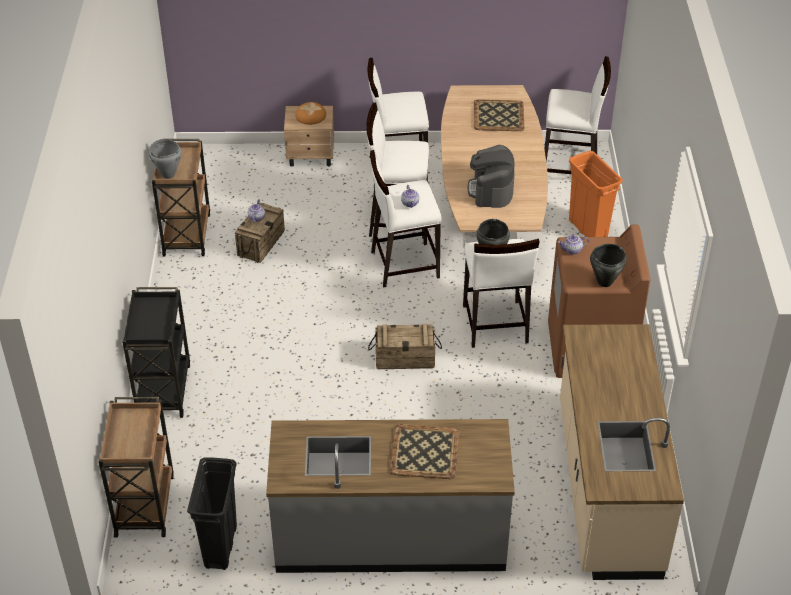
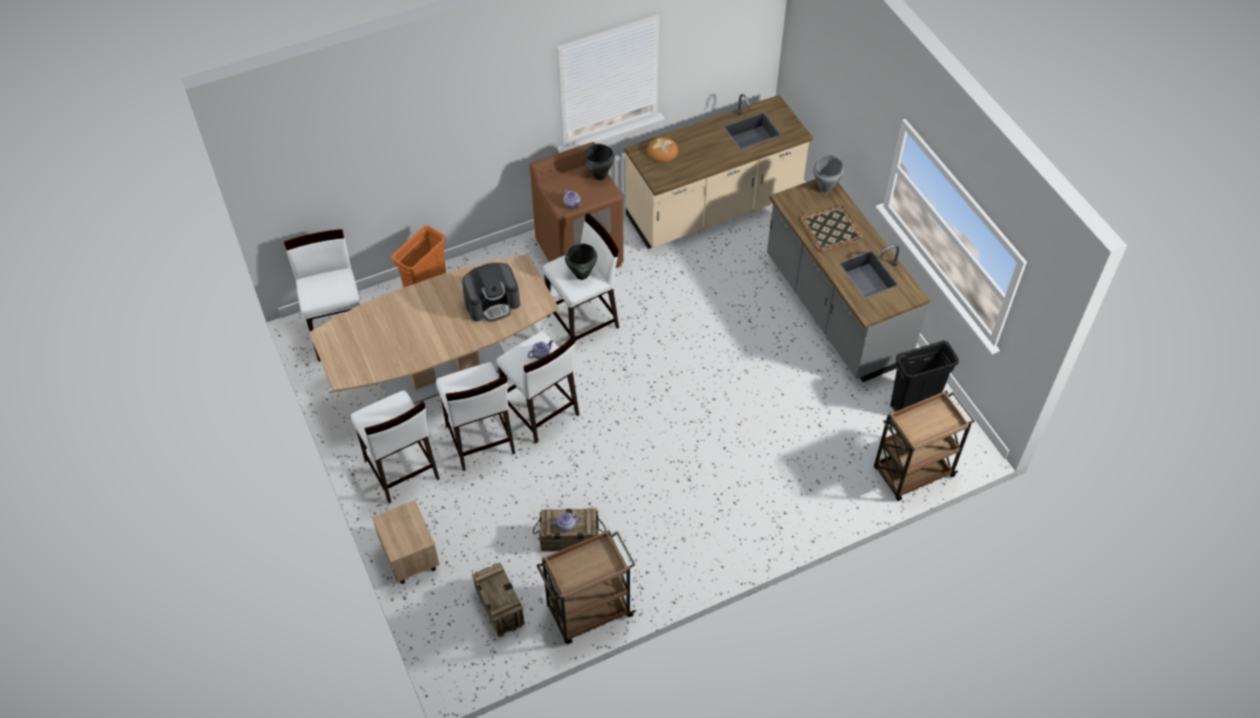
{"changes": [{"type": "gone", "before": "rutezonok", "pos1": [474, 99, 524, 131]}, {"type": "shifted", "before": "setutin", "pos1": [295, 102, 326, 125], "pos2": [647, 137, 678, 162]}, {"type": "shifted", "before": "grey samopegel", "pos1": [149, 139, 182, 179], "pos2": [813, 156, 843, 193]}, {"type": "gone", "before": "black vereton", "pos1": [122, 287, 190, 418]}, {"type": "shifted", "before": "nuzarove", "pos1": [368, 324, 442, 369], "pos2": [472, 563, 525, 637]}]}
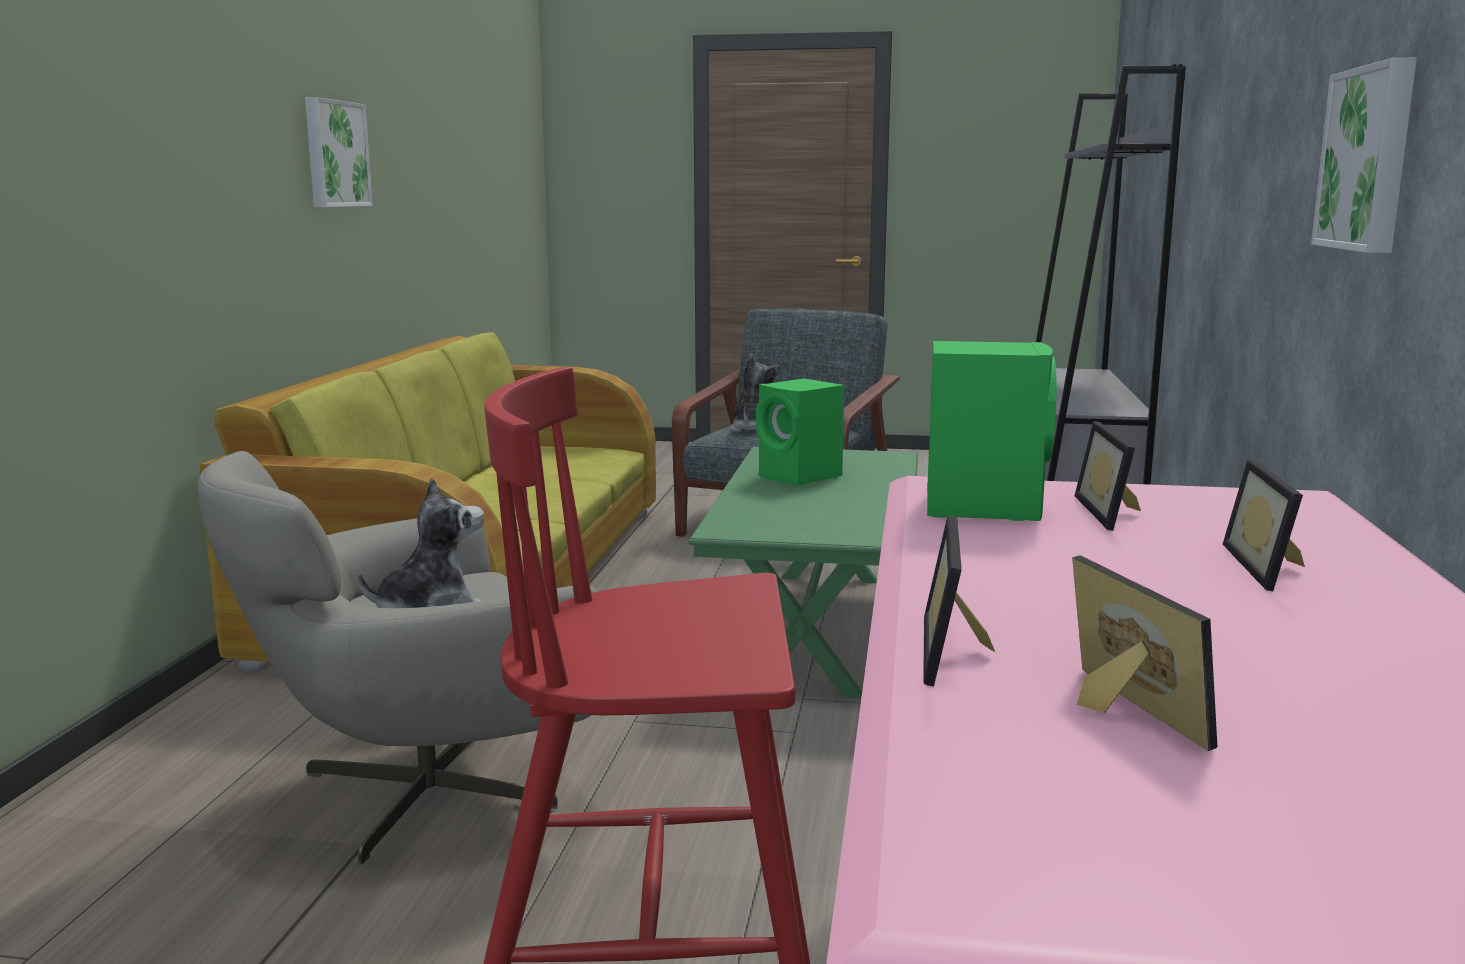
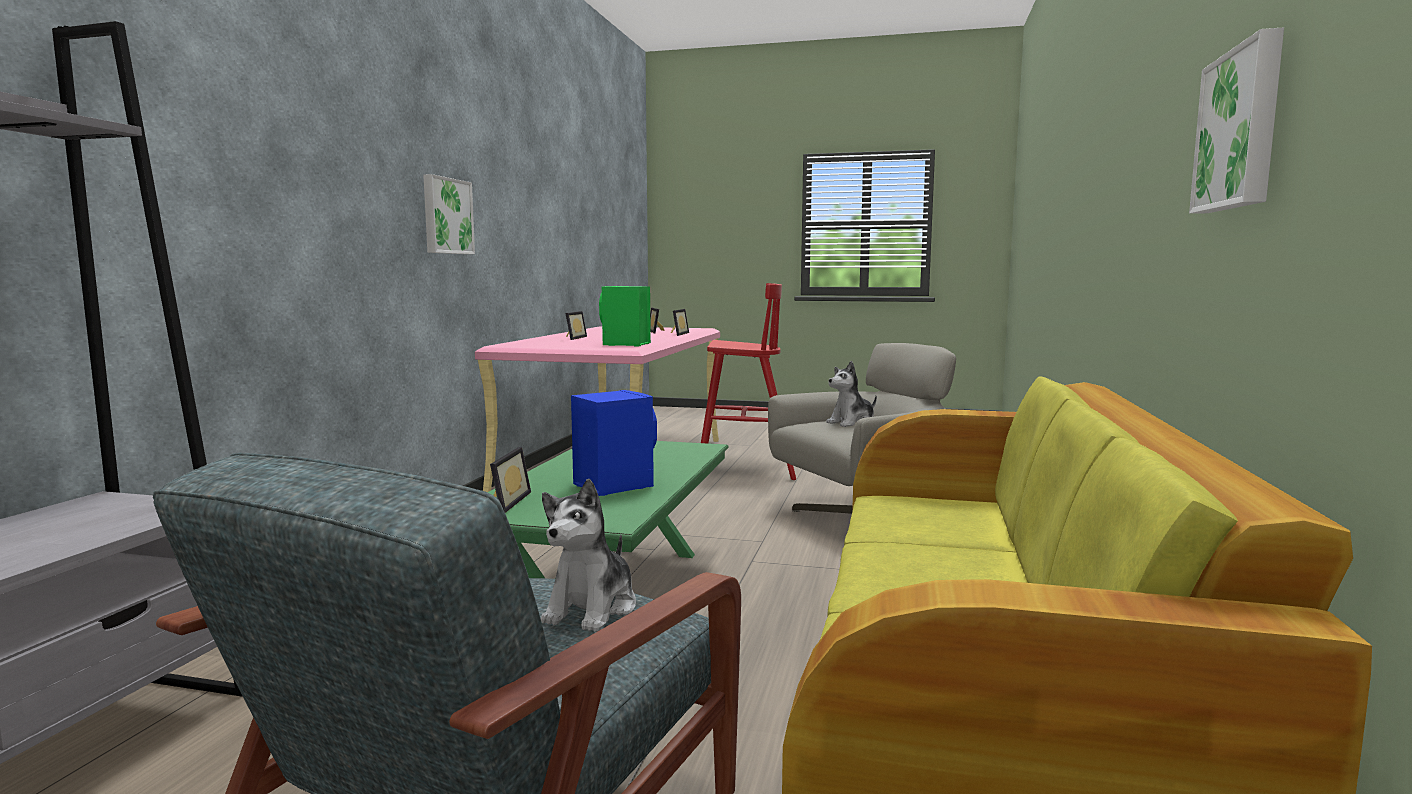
{"changes": [{"type": "repainted", "before": "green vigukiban", "after": "blue vigukiban", "pos1": [756, 378, 844, 486], "pos2": [571, 390, 657, 496]}, {"type": "shifted", "before": "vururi", "pos1": [1074, 421, 1141, 531], "pos2": [490, 447, 531, 513]}]}
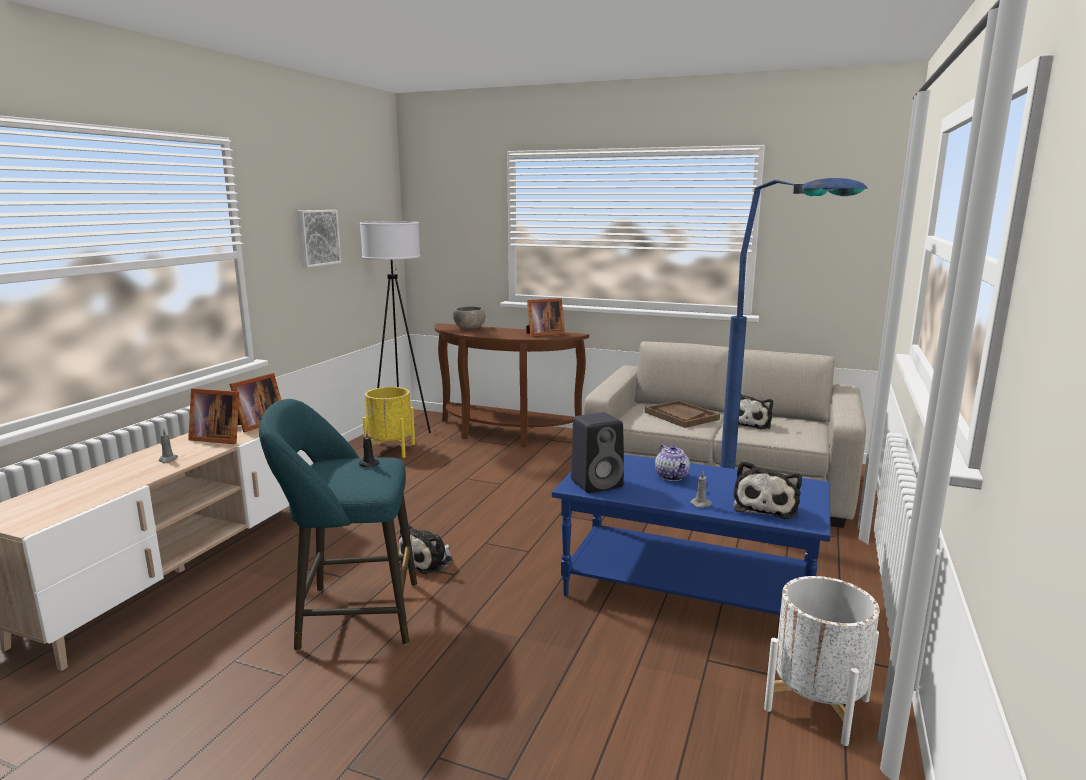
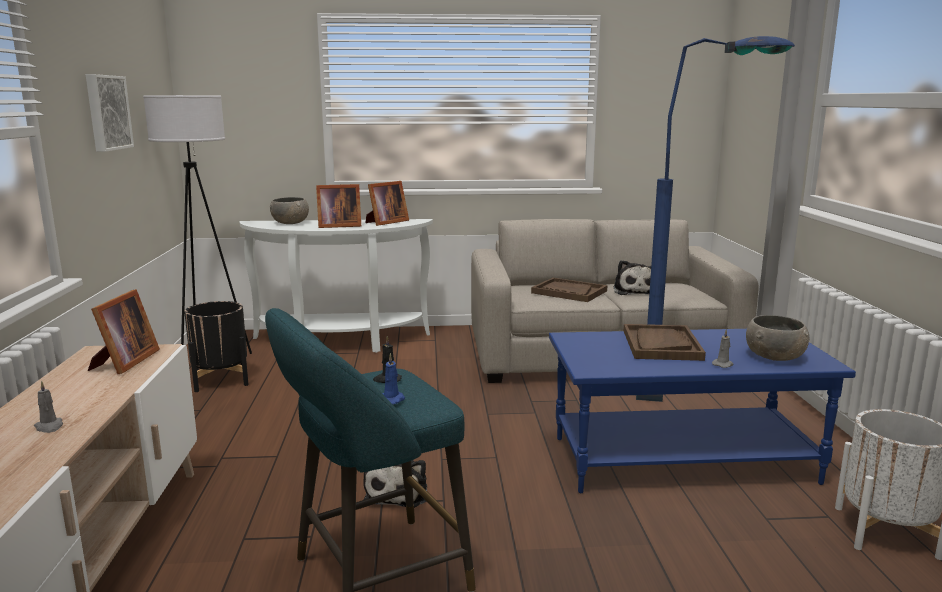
{"changes": [{"type": "repainted", "before": "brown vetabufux", "after": "white vetabufux", "pos1": [435, 323, 589, 447], "pos2": [239, 219, 433, 353]}, {"type": "repainted", "before": "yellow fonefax", "after": "black fonefax", "pos1": [363, 387, 415, 458], "pos2": [184, 301, 249, 392]}, {"type": "shifted", "before": "vururi", "pos1": [188, 388, 239, 444], "pos2": [316, 184, 361, 228]}, {"type": "gone", "before": "black vigukiban", "pos1": [571, 412, 624, 493]}, {"type": "swapped", "before": "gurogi", "after": "brown rutezonok", "pos1": [655, 444, 690, 481], "pos2": [624, 324, 706, 361]}, {"type": "swapped", "before": "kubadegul", "after": "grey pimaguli", "pos1": [733, 461, 802, 519], "pos2": [746, 315, 809, 361]}, {"type": "new", "after": "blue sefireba", "pos2": [383, 353, 405, 404]}]}
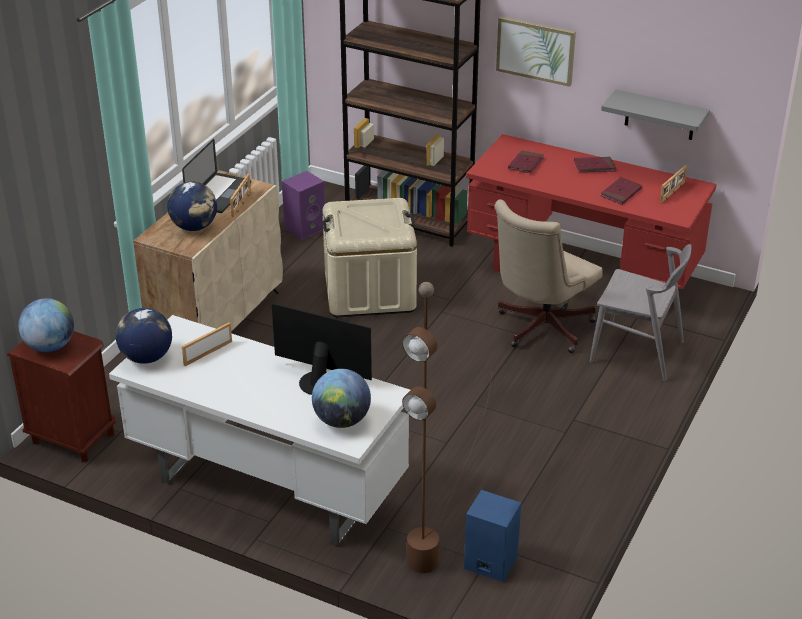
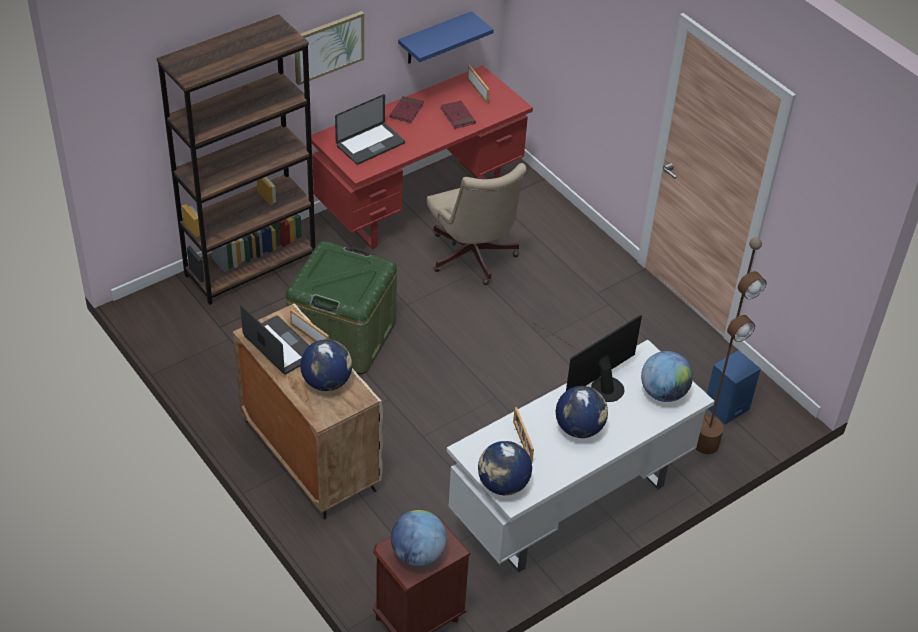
{"changes": [{"type": "repainted", "before": "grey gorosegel", "after": "blue gorosegel", "pos1": [601, 89, 710, 140], "pos2": [398, 11, 494, 64]}, {"type": "swapped", "before": "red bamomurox", "after": "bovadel", "pos1": [508, 150, 544, 173], "pos2": [335, 94, 405, 165]}, {"type": "gone", "before": "purple vigukiban", "pos1": [282, 171, 325, 240]}, {"type": "repainted", "before": "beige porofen", "after": "green porofen", "pos1": [323, 198, 417, 317], "pos2": [285, 241, 397, 374]}, {"type": "gone", "before": "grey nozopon", "pos1": [589, 244, 691, 381]}, {"type": "new", "after": "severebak", "pos2": [556, 386, 608, 438]}]}
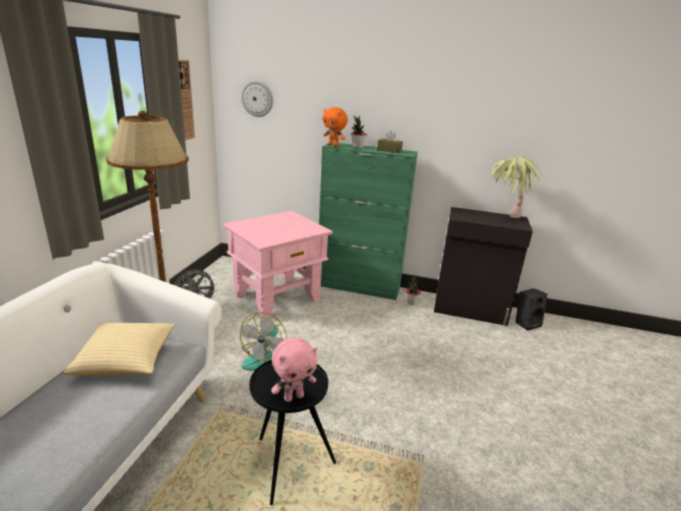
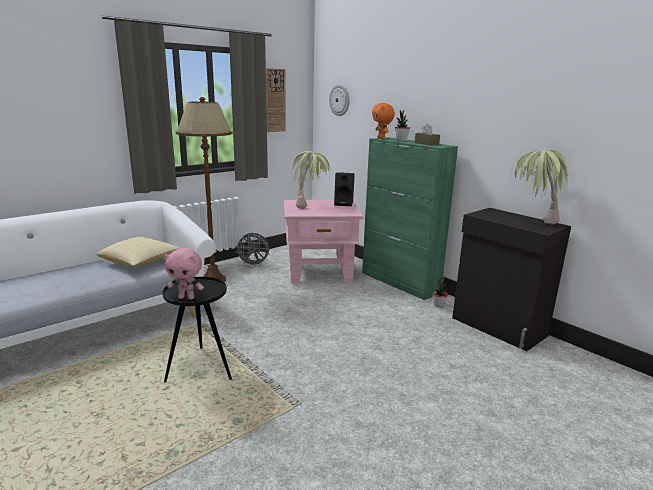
{"changes": [{"type": "shifted", "before": "black vigukiban", "pos1": [515, 288, 547, 331], "pos2": [334, 172, 355, 206]}, {"type": "gone", "before": "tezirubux", "pos1": [240, 312, 287, 371]}, {"type": "new", "after": "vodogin", "pos2": [290, 151, 330, 209]}]}
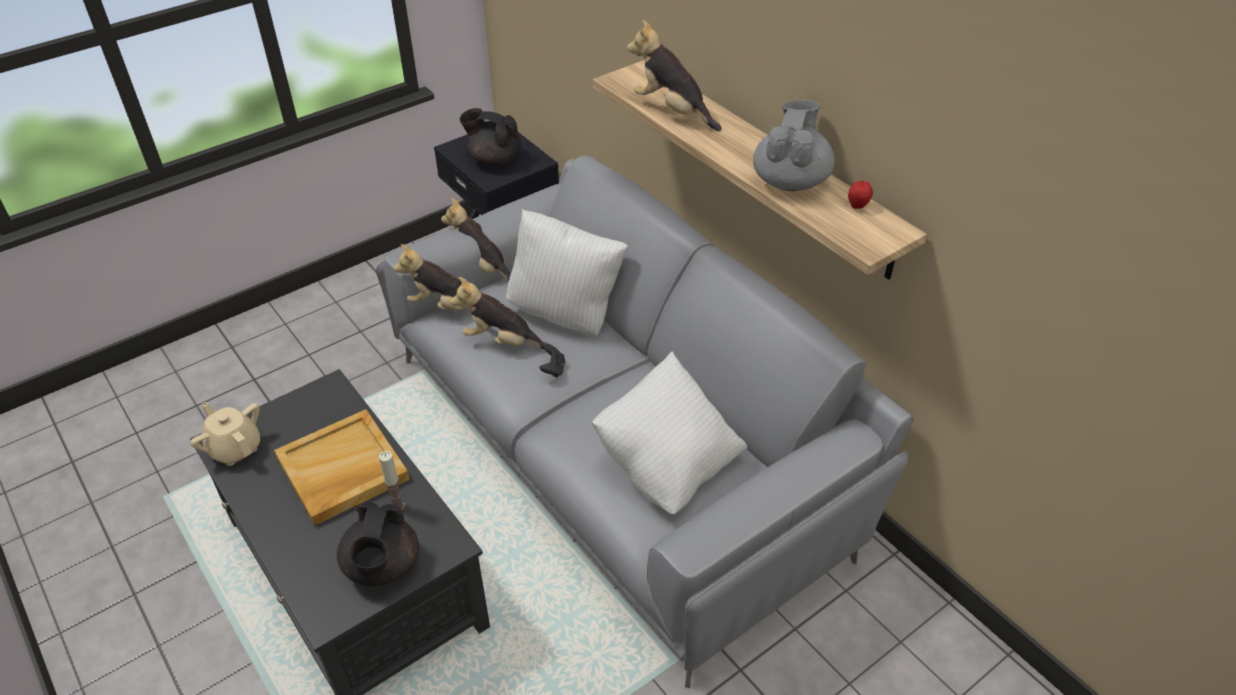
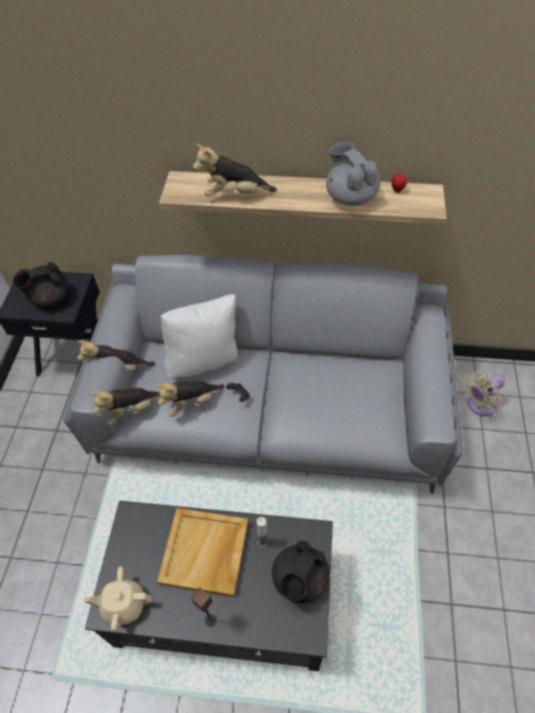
{"changes": [{"type": "gone", "before": "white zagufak", "pos1": [592, 351, 747, 514]}, {"type": "rotated", "before": "black gurogi", "pos1": [337, 501, 419, 586], "pos2": [272, 540, 329, 604], "turn": 75}, {"type": "new", "after": "beige tezirubux", "pos2": [465, 372, 505, 416]}, {"type": "new", "after": "vigukiban", "pos2": [191, 587, 217, 627]}]}
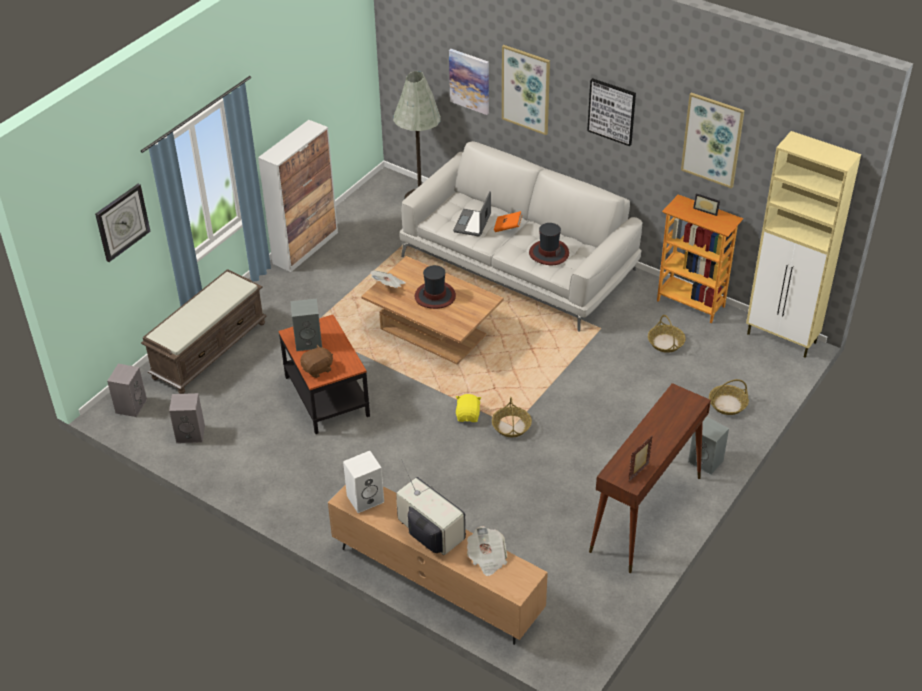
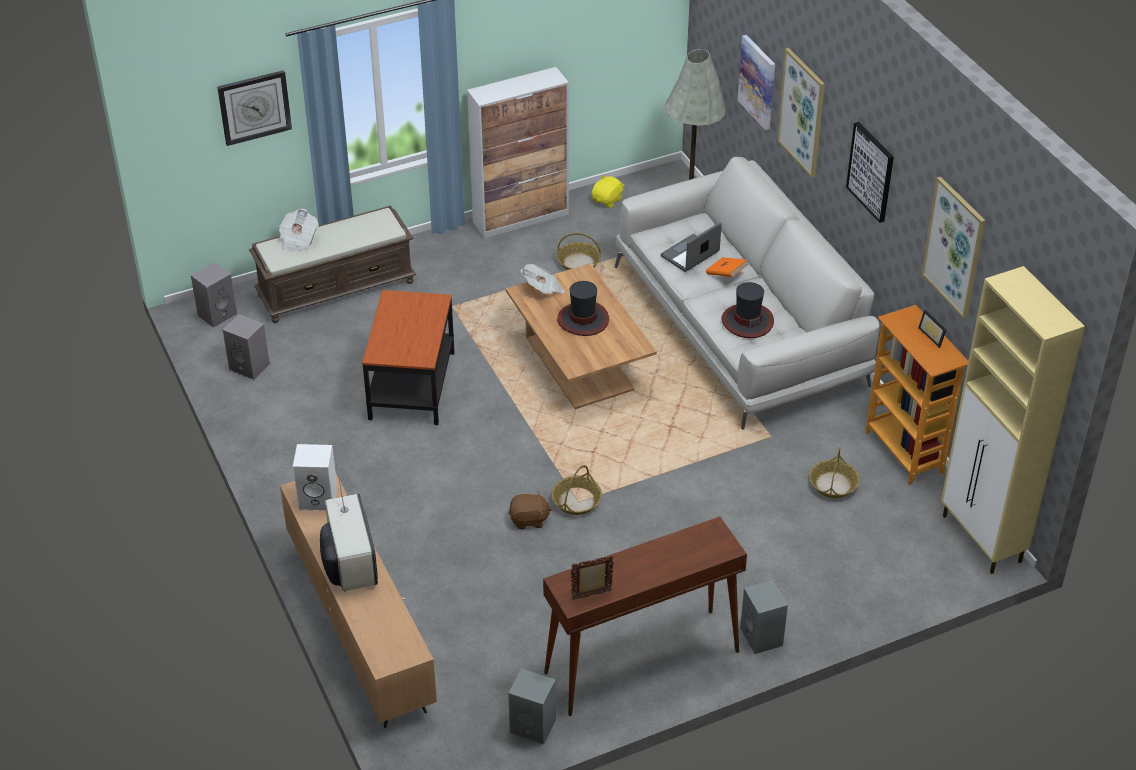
{"changes": [{"type": "shifted", "before": "grey vigukiban", "pos1": [290, 299, 322, 351], "pos2": [508, 668, 556, 745]}, {"type": "shifted", "before": "brown kubadegul", "pos1": [300, 345, 333, 378], "pos2": [509, 491, 552, 529]}, {"type": "shifted", "before": "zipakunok", "pos1": [709, 379, 749, 415], "pos2": [557, 233, 601, 270]}, {"type": "shifted", "before": "yellow kubadegul", "pos1": [456, 394, 482, 422], "pos2": [592, 175, 624, 208]}, {"type": "shifted", "before": "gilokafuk", "pos1": [467, 526, 507, 576], "pos2": [279, 209, 319, 253]}]}
